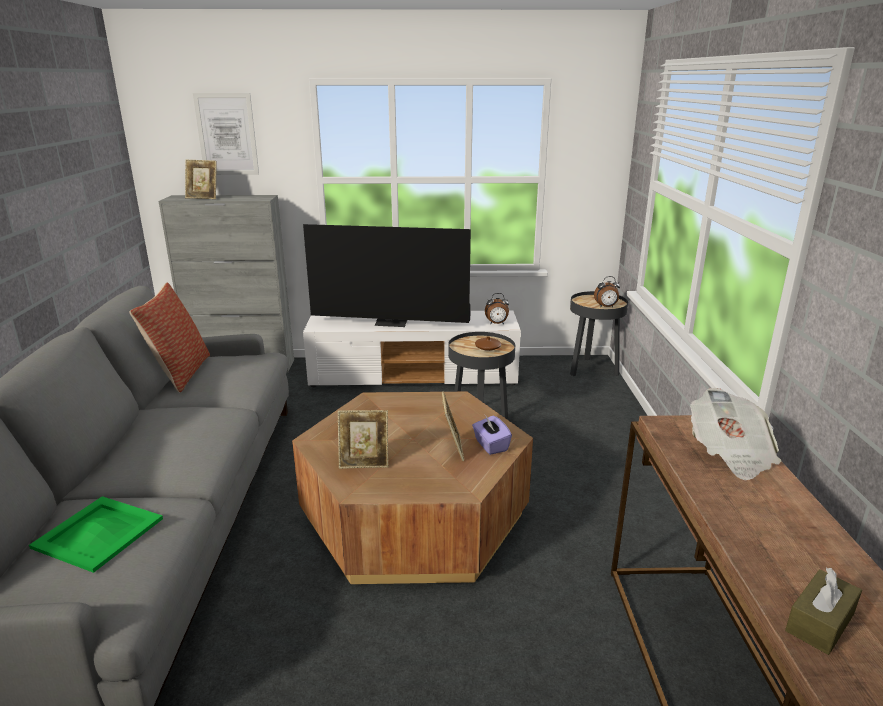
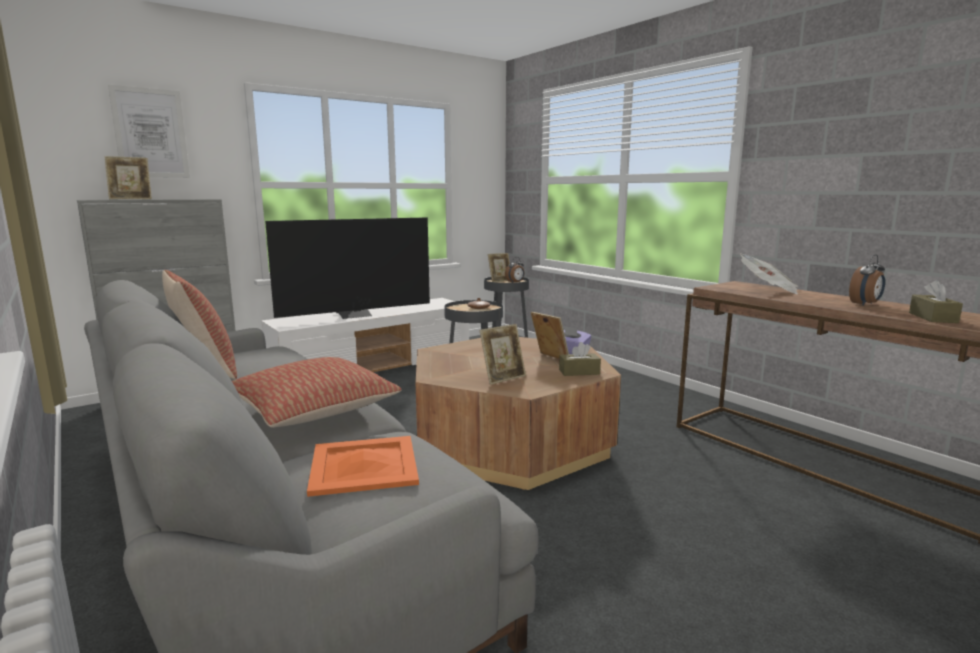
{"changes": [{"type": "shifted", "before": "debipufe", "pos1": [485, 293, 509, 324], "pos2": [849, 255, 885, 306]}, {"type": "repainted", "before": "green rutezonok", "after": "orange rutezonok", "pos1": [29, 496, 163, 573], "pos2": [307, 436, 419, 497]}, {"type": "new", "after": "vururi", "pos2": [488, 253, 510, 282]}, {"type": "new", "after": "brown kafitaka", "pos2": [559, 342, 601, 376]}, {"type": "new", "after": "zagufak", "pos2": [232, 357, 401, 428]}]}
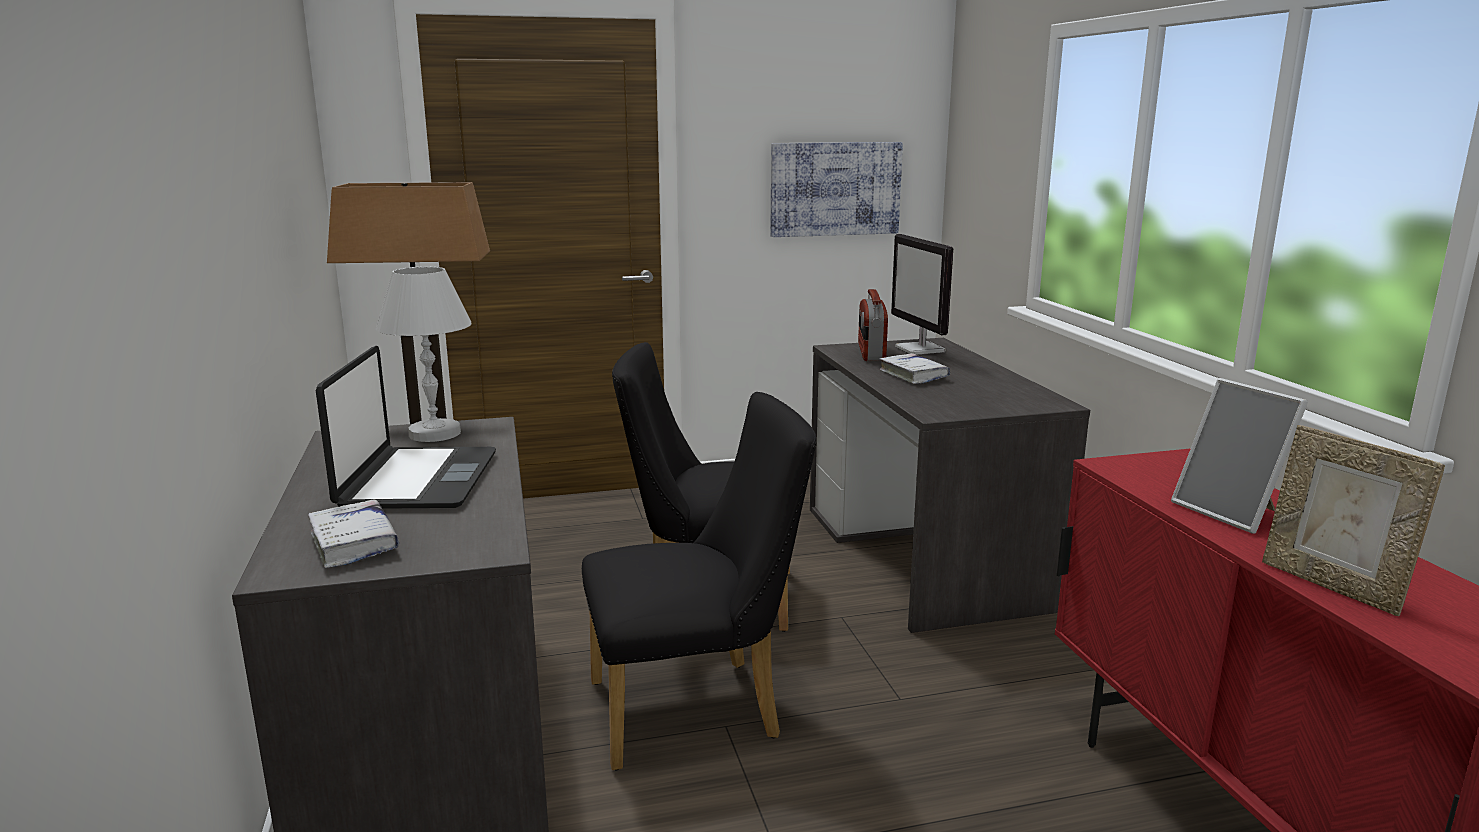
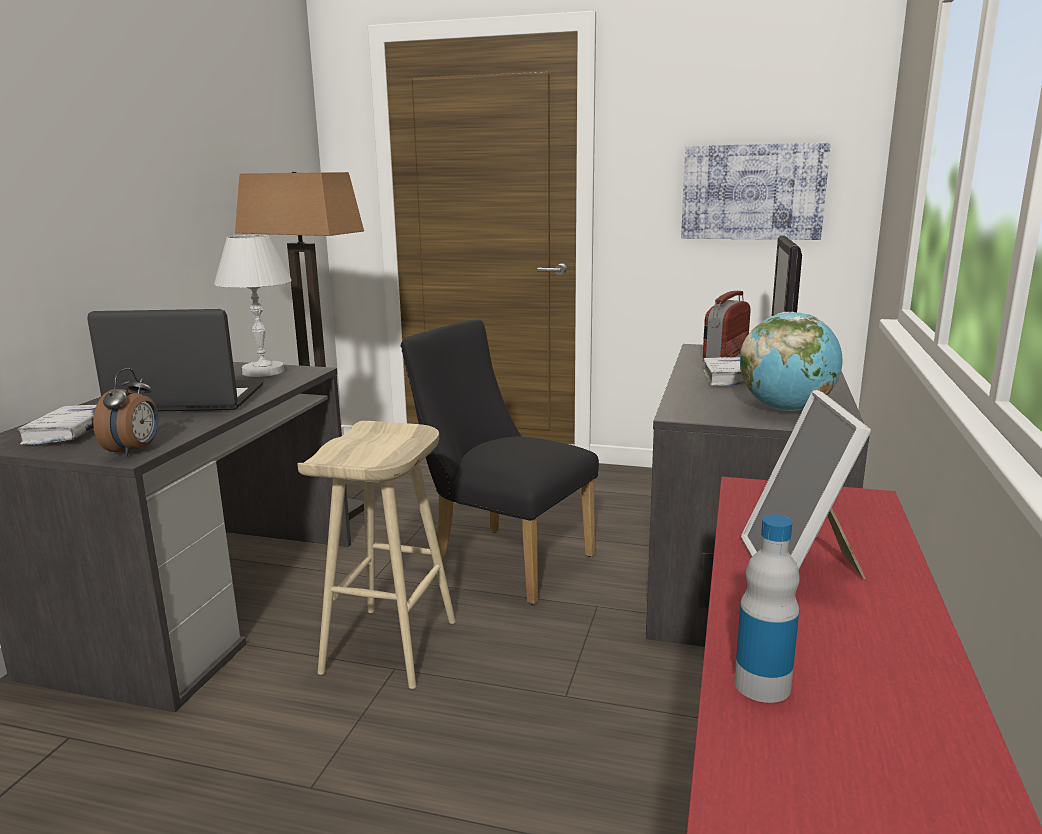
{"changes": [{"type": "rotated", "before": "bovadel", "pos1": [316, 346, 496, 509], "pos2": [87, 309, 264, 411], "turn": -120}, {"type": "swapped", "before": "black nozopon", "after": "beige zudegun", "pos1": [582, 392, 817, 770], "pos2": [297, 421, 456, 689]}, {"type": "swapped", "before": "vururi", "after": "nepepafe", "pos1": [1262, 425, 1445, 616], "pos2": [734, 515, 800, 703]}, {"type": "new", "after": "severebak", "pos2": [740, 312, 843, 411]}, {"type": "new", "after": "debipufe", "pos2": [93, 368, 159, 457]}]}
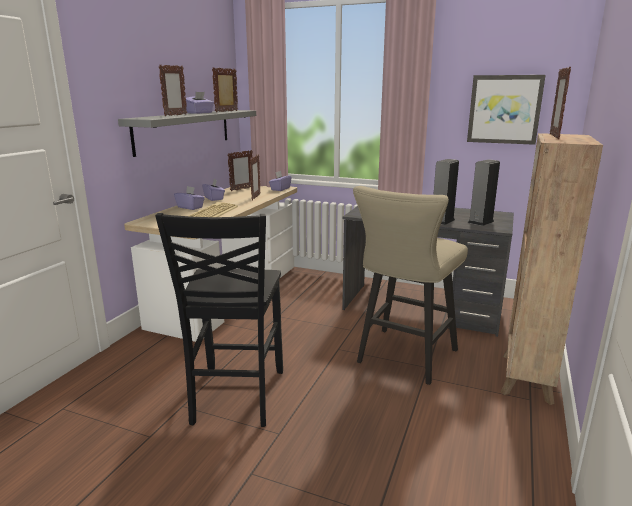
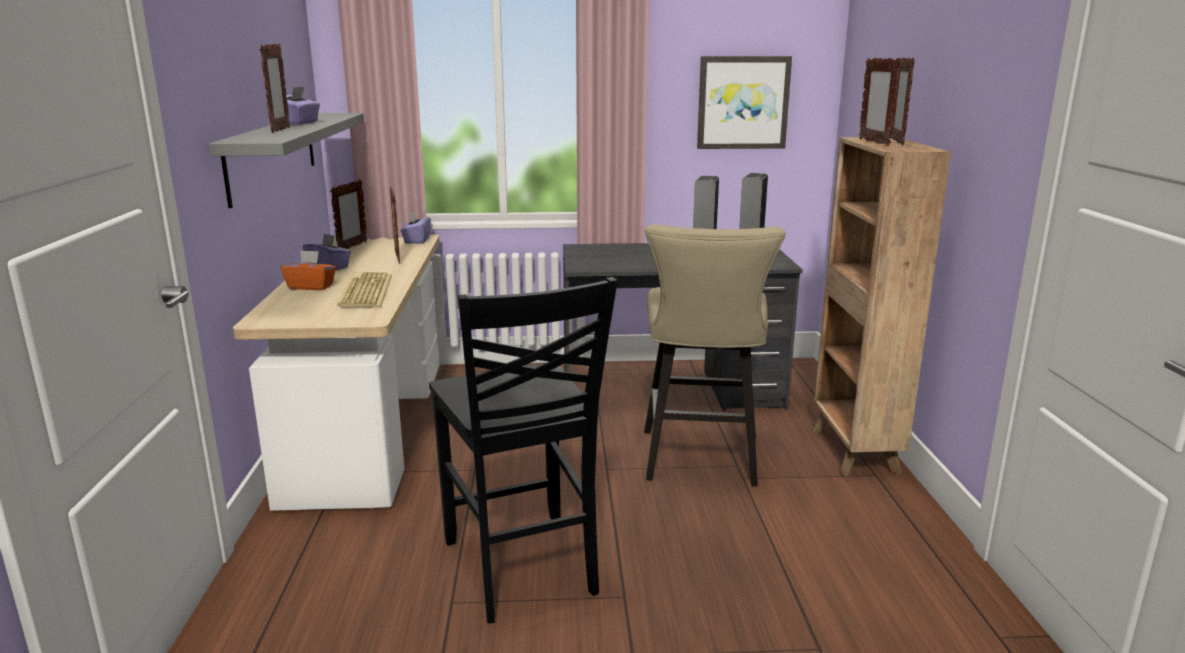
{"changes": [{"type": "shifted", "before": "vururi", "pos1": [212, 67, 238, 112], "pos2": [891, 57, 915, 145]}, {"type": "repainted", "before": "purple kafitaka", "after": "orange kafitaka", "pos1": [174, 186, 205, 210], "pos2": [281, 250, 336, 290]}]}
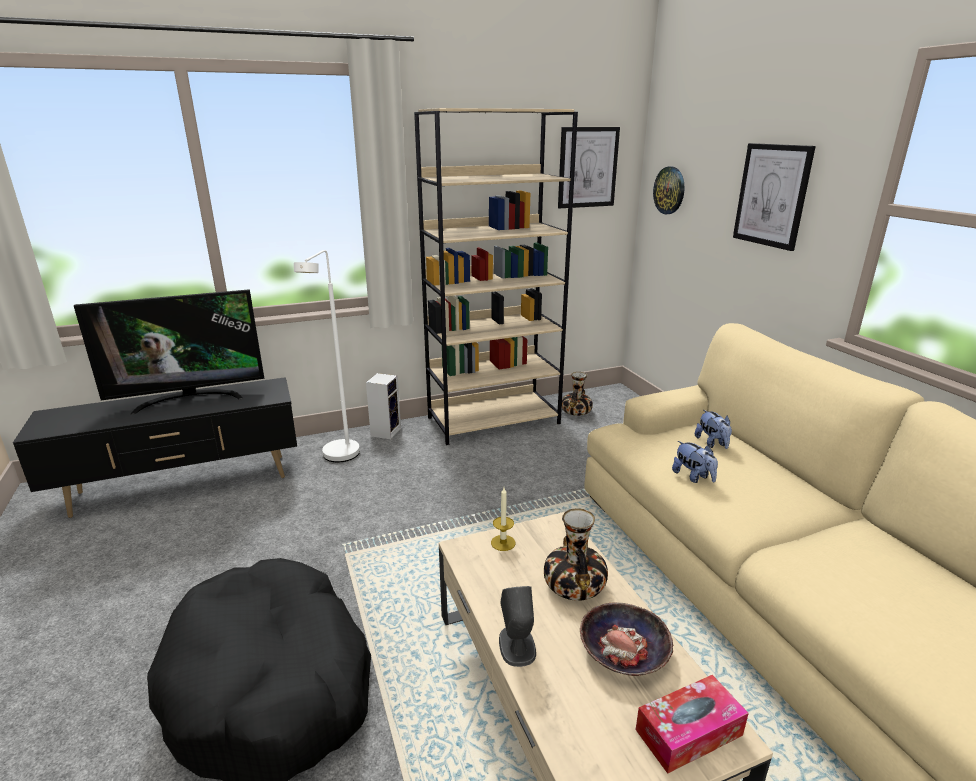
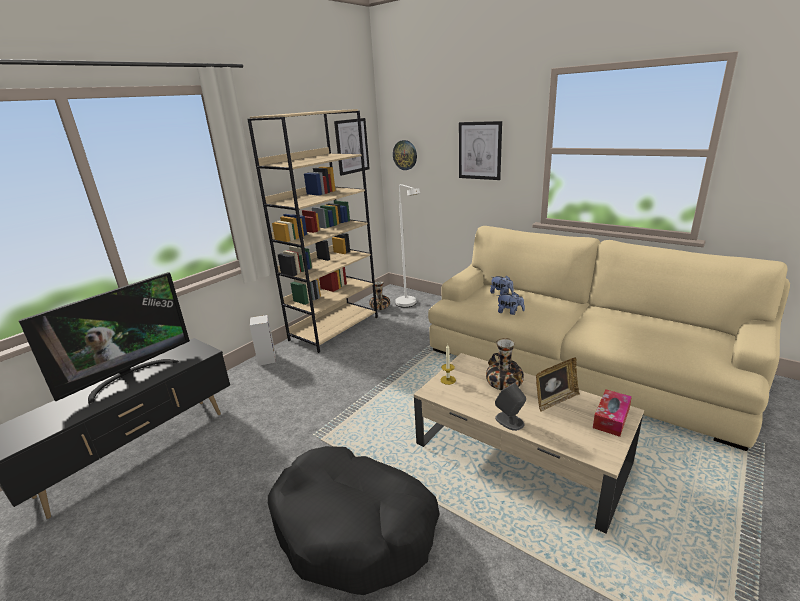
{"changes": [{"type": "shifted", "before": "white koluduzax", "pos1": [294, 250, 360, 462], "pos2": [395, 184, 420, 308]}, {"type": "swapped", "before": "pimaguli", "after": "vururi", "pos1": [580, 602, 674, 676], "pos2": [536, 357, 580, 412]}]}
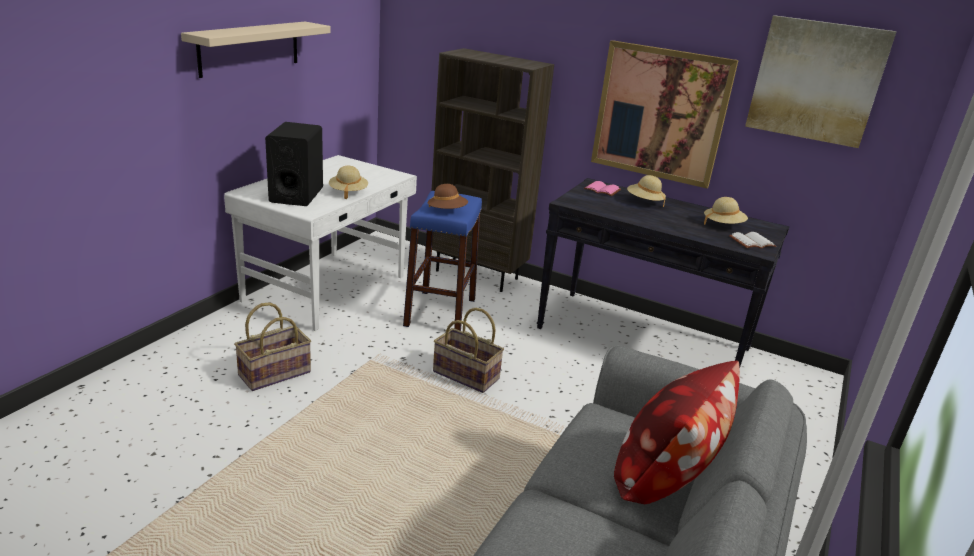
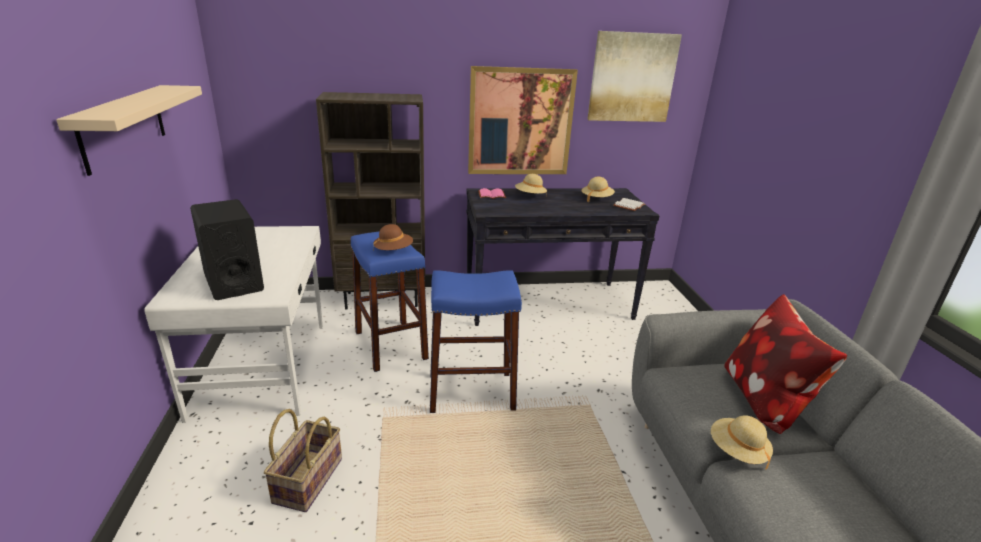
{"changes": [{"type": "shifted", "before": "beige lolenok", "pos1": [329, 166, 368, 199], "pos2": [711, 415, 773, 470]}, {"type": "swapped", "before": "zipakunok", "after": "blue zudegun", "pos1": [433, 308, 504, 393], "pos2": [430, 271, 522, 413]}]}
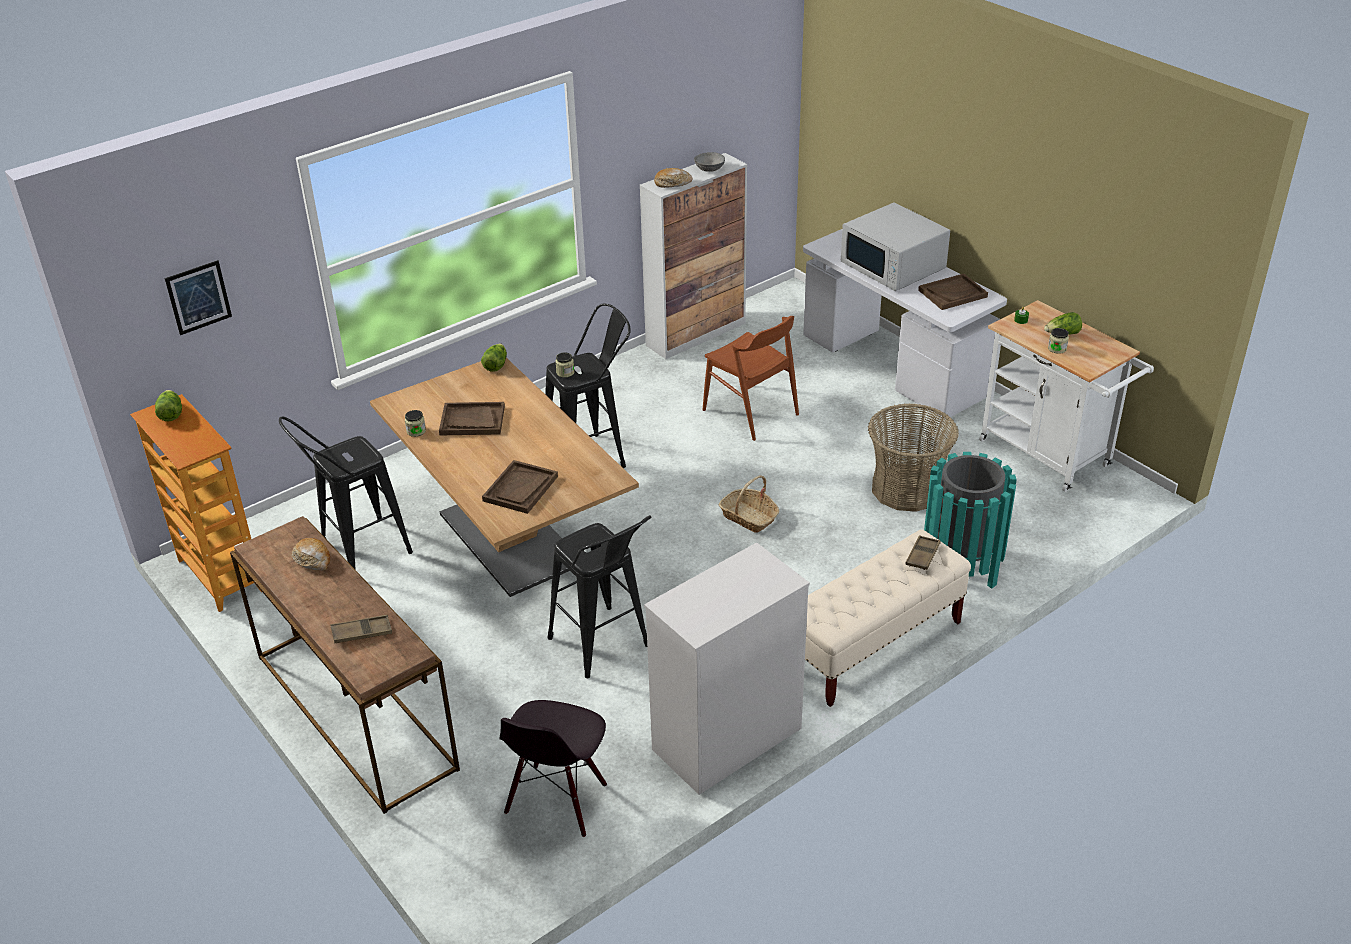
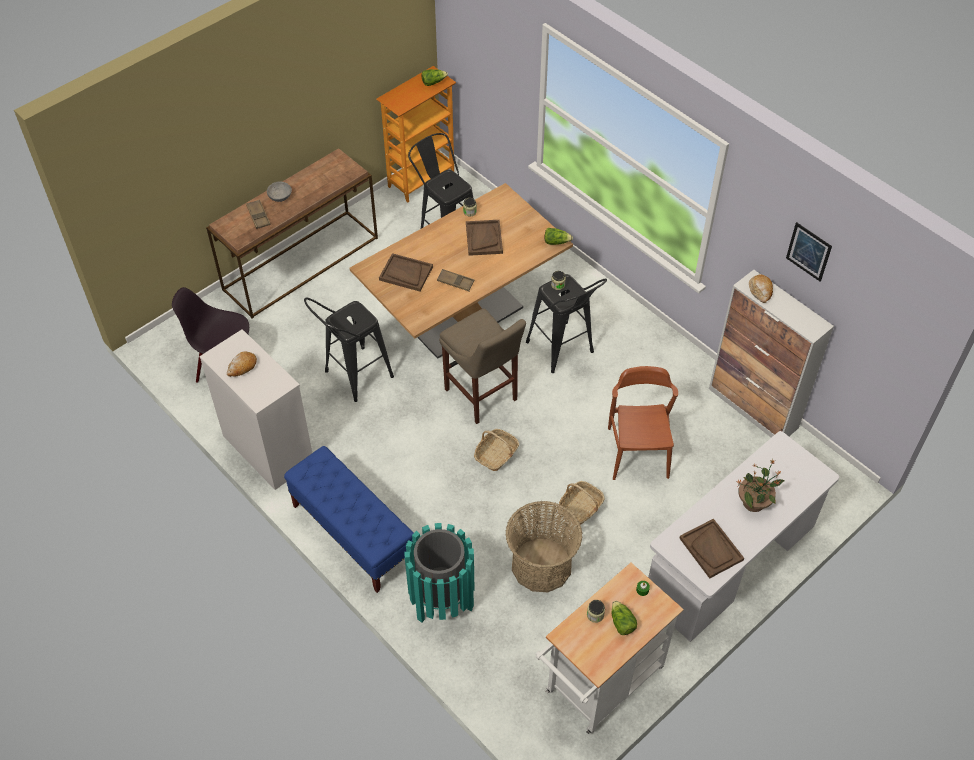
{"changes": [{"type": "shifted", "before": "grey pimaguli", "pos1": [694, 152, 725, 172], "pos2": [267, 181, 292, 202]}, {"type": "swapped", "before": "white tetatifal", "after": "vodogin", "pos1": [841, 202, 950, 291], "pos2": [738, 459, 784, 512]}, {"type": "shifted", "before": "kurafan", "pos1": [165, 260, 232, 335], "pos2": [786, 222, 832, 282]}, {"type": "rotated", "before": "brown nozopon", "pos1": [703, 316, 799, 441], "pos2": [608, 366, 678, 480], "turn": 135}, {"type": "repainted", "before": "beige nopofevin", "after": "blue nopofevin", "pos1": [805, 529, 971, 707], "pos2": [284, 446, 414, 593]}, {"type": "shifted", "before": "brown rutezonok", "pos1": [905, 535, 941, 570], "pos2": [437, 269, 474, 291]}, {"type": "shifted", "before": "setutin", "pos1": [292, 538, 330, 571], "pos2": [227, 351, 257, 377]}, {"type": "new", "after": "beige zudegun", "pos2": [439, 308, 526, 424]}, {"type": "new", "after": "zipakunok", "pos2": [559, 481, 605, 525]}]}
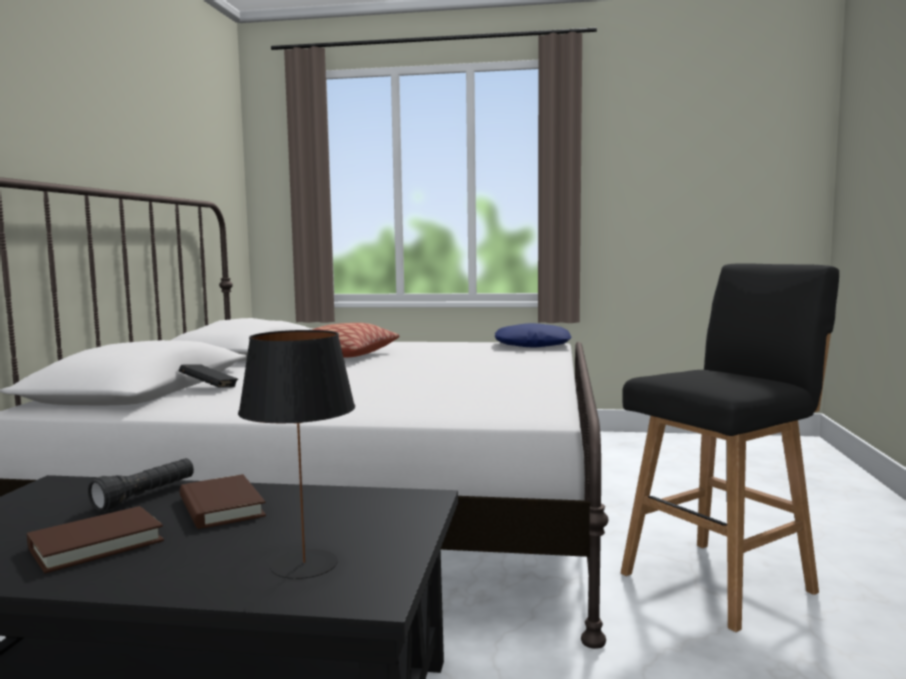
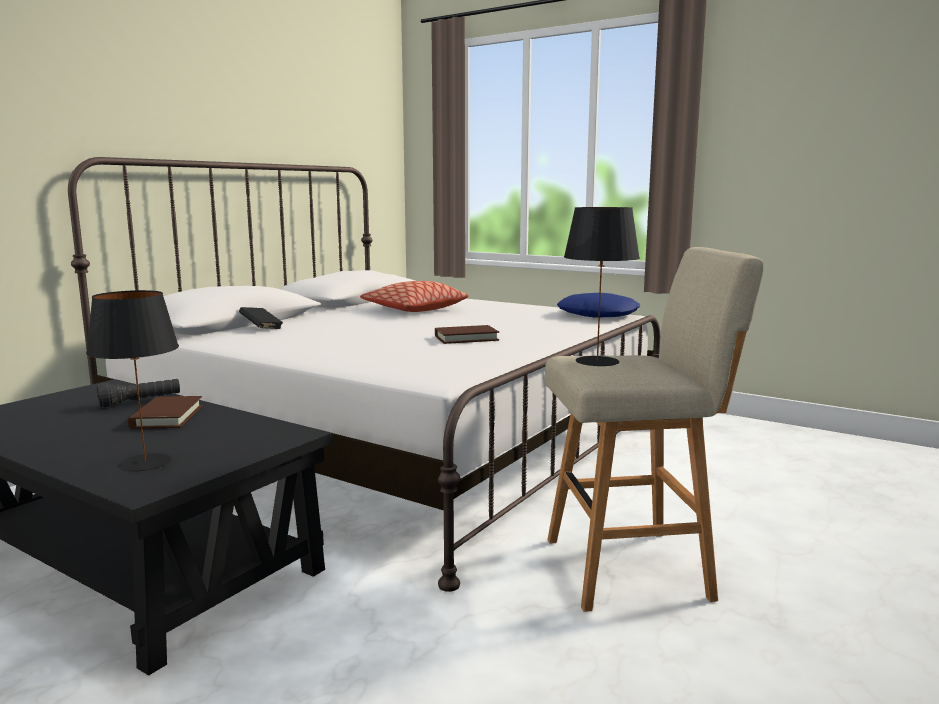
{"changes": [{"type": "repainted", "before": "black zudegun", "after": "beige zudegun", "pos1": [621, 263, 839, 632], "pos2": [545, 247, 764, 612]}, {"type": "shifted", "before": "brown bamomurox", "pos1": [27, 506, 164, 573], "pos2": [435, 325, 499, 344]}, {"type": "new", "after": "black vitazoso", "pos2": [564, 207, 640, 366]}]}
